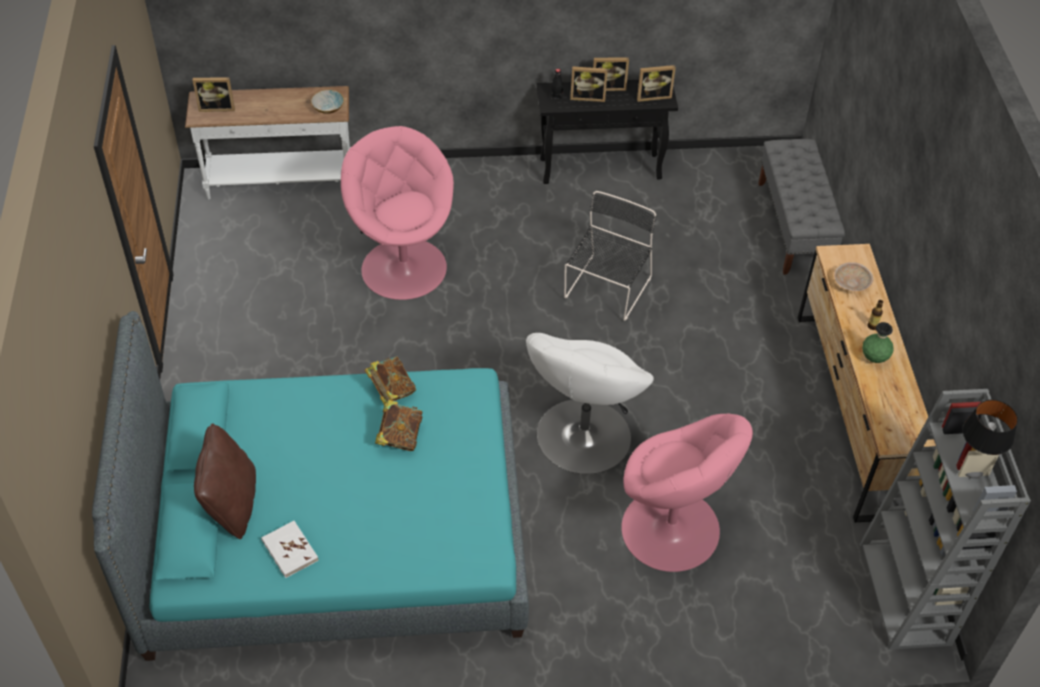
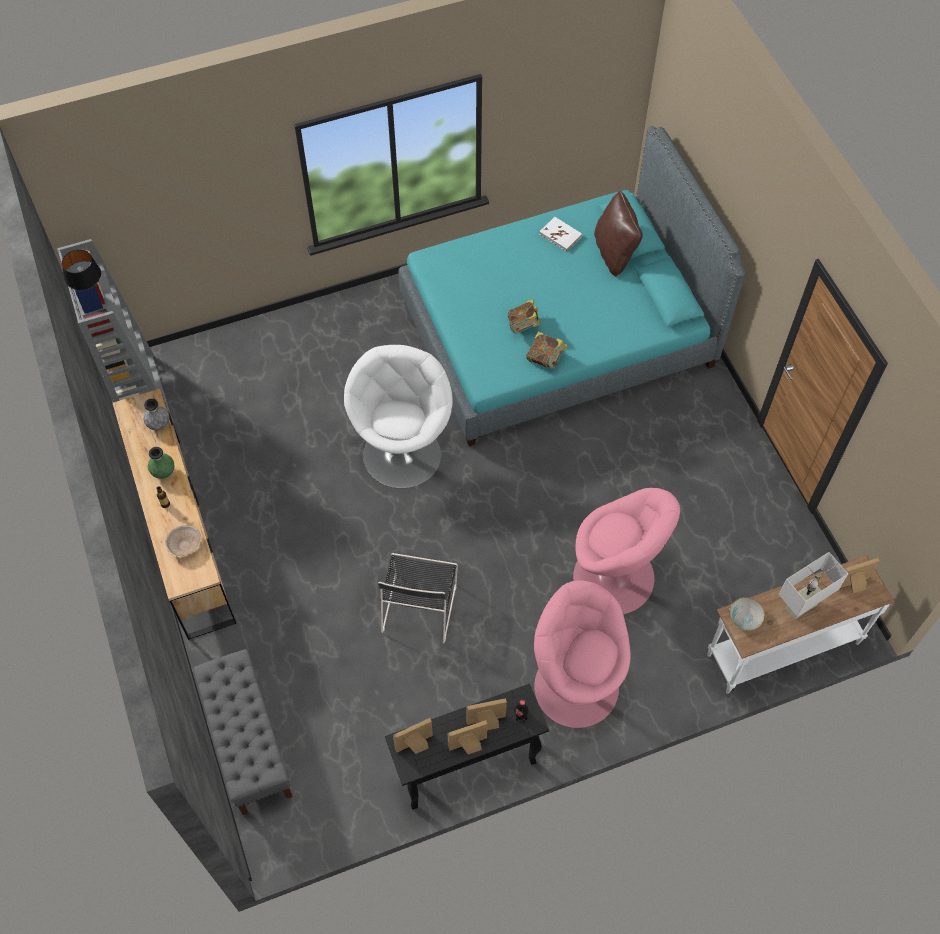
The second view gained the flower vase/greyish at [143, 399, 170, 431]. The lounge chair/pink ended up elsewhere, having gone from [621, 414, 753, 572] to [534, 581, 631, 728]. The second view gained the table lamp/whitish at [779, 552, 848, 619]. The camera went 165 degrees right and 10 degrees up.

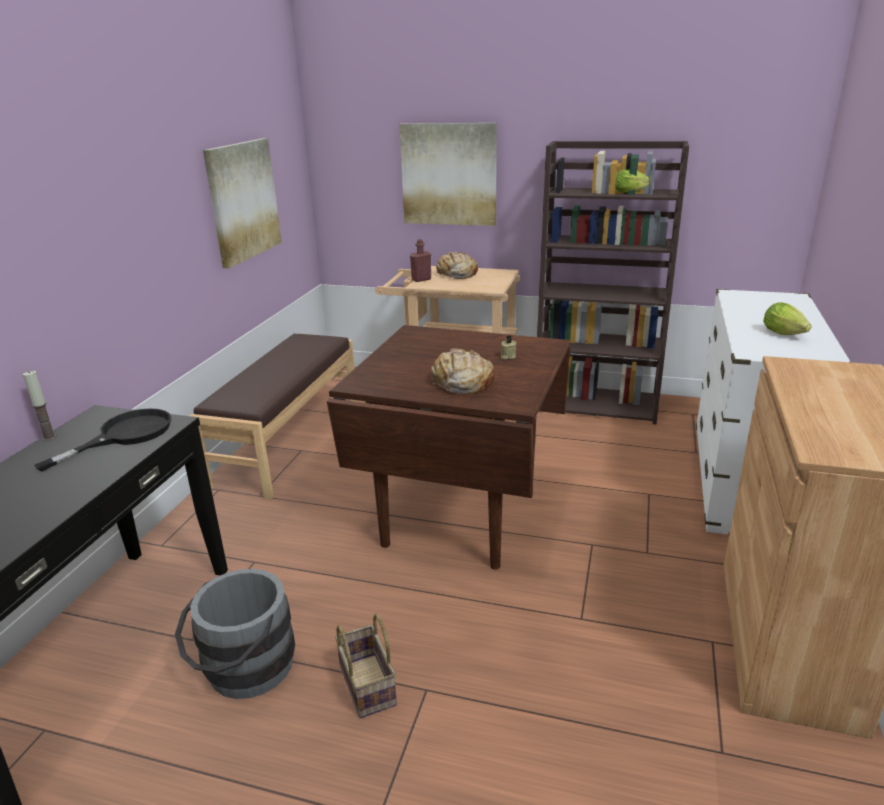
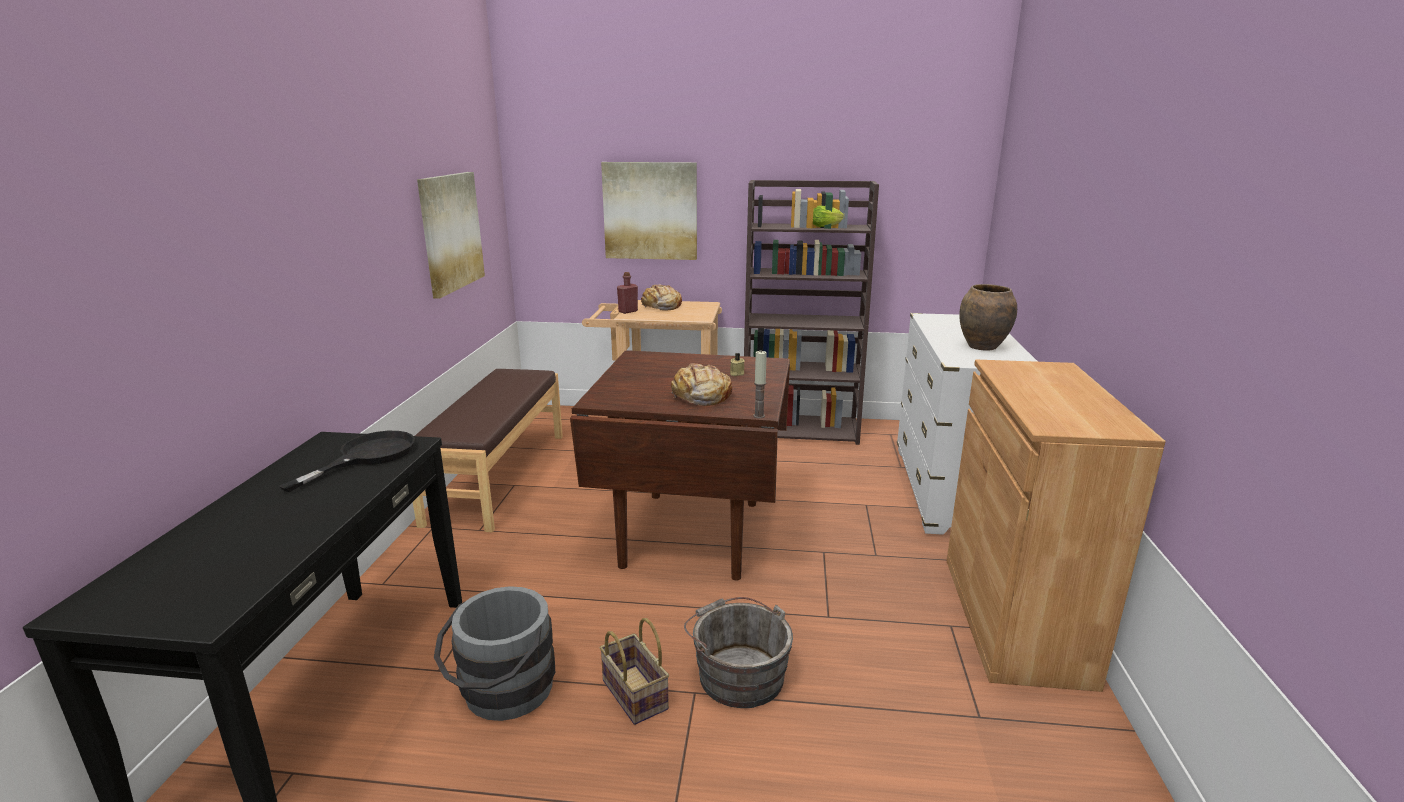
The second view gained the pail/greyish at [684, 597, 793, 708]. The wax light ended up elsewhere, having gone from [23, 371, 57, 441] to [753, 351, 767, 418]. Where the lettuce head stood at [763, 302, 811, 335], the flower vase/brown-coloured came to stand at [959, 284, 1017, 351]. The camera went 10 degrees left and 5 degrees down.

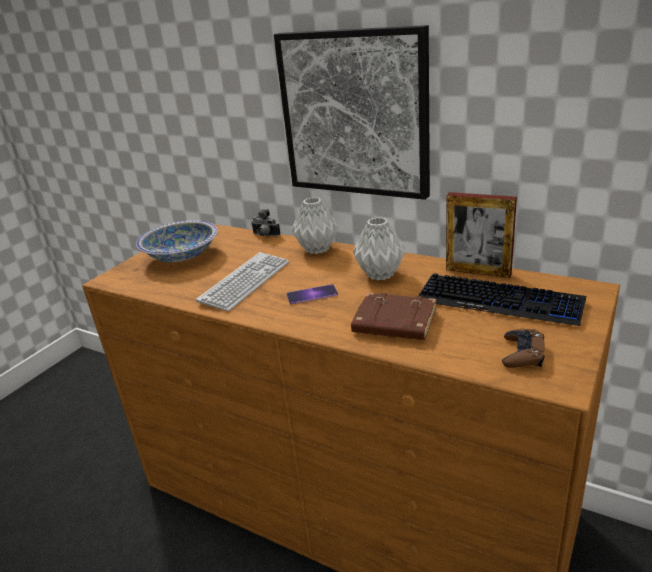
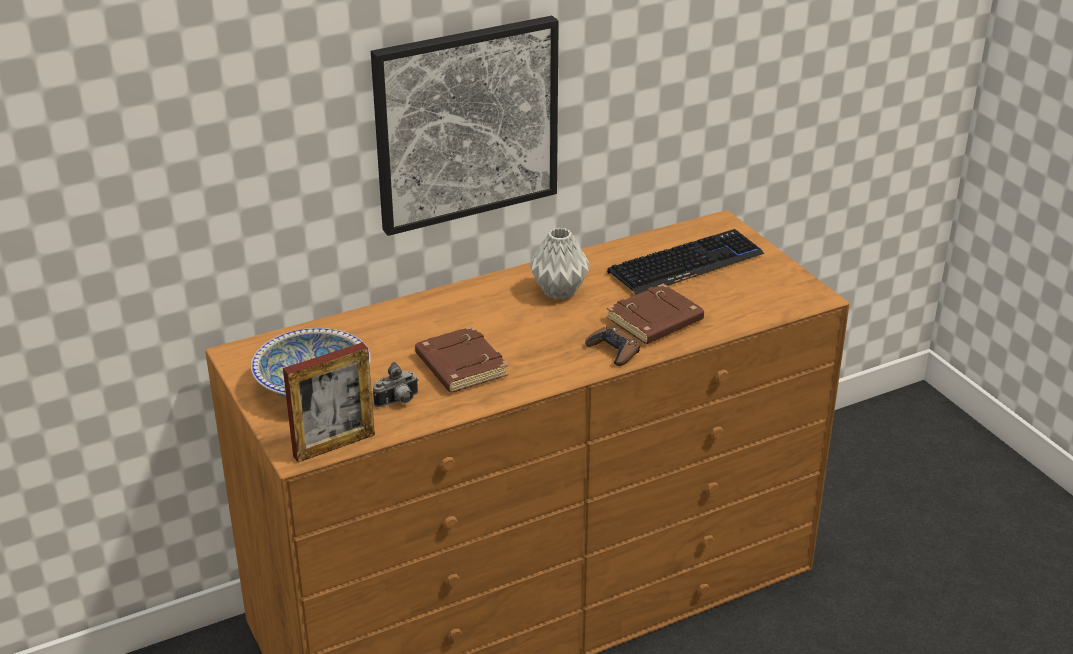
The picture frame ended up elsewhere, having gone from [446, 192, 517, 278] to [283, 342, 375, 463]. The still camera ended up elsewhere, having gone from [251, 209, 280, 237] to [373, 362, 418, 407]. Where the PC keyboard stood at [196, 252, 289, 311], the book/brown-coloured came to stand at [415, 326, 508, 392]. The game controller/brown-coloured ended up elsewhere, having gone from [502, 329, 545, 368] to [585, 326, 640, 366]. The second view lost the telephone at [286, 284, 338, 304]. The second view lost the flower vase/greyish at [292, 197, 338, 254]. The camera went 60 degrees left and 5 degrees up.

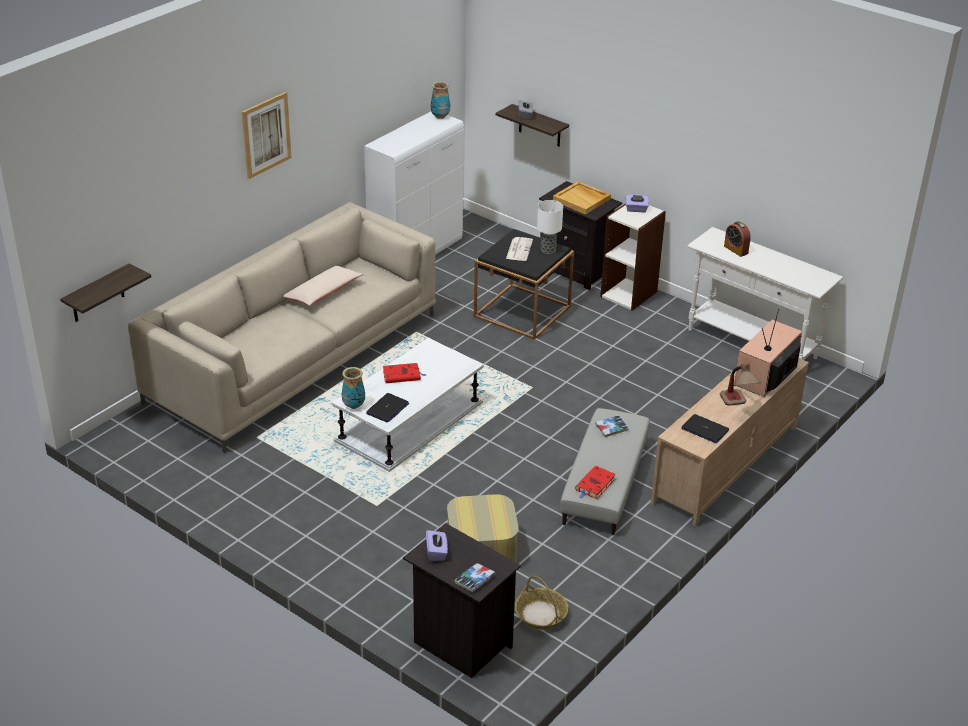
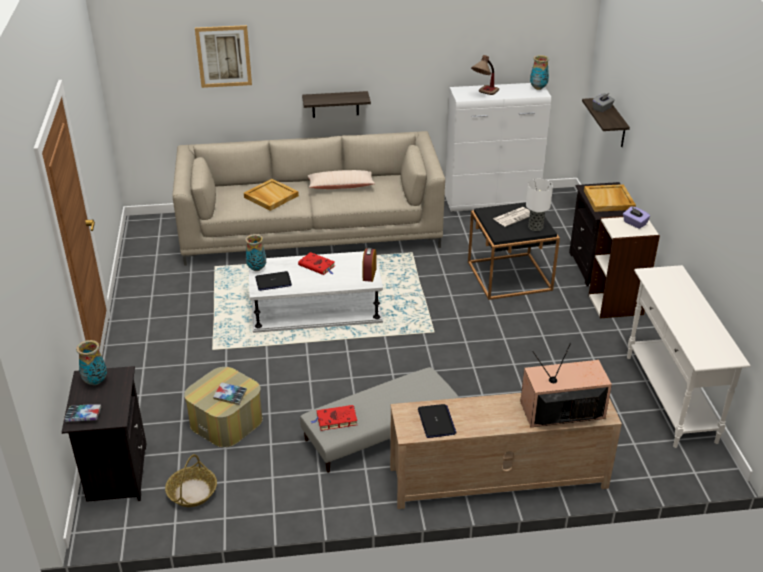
Where the tissue holder/purplish stood at [426, 530, 448, 561], the flower vase came to stand at [76, 340, 107, 385]. The picture ended up elsewhere, having gone from [242, 92, 291, 179] to [195, 25, 252, 88]. The book ended up elsewhere, having gone from [595, 415, 629, 437] to [213, 382, 247, 405]. The second view gained the carrying tray/sand-coloured at [244, 179, 299, 211]. The wall shelf ended up elsewhere, having gone from [60, 263, 151, 322] to [302, 91, 371, 118]. The alarm clock ended up elsewhere, having gone from [724, 221, 751, 257] to [362, 248, 376, 282]. The table lamp ended up elsewhere, having gone from [720, 363, 761, 406] to [471, 55, 499, 95]. The camera went 45 degrees right and 0 degrees up.

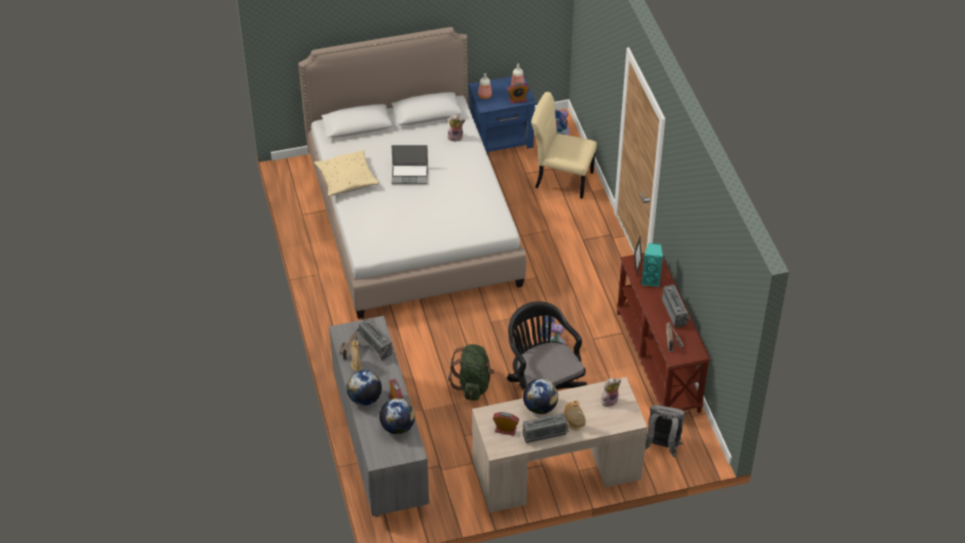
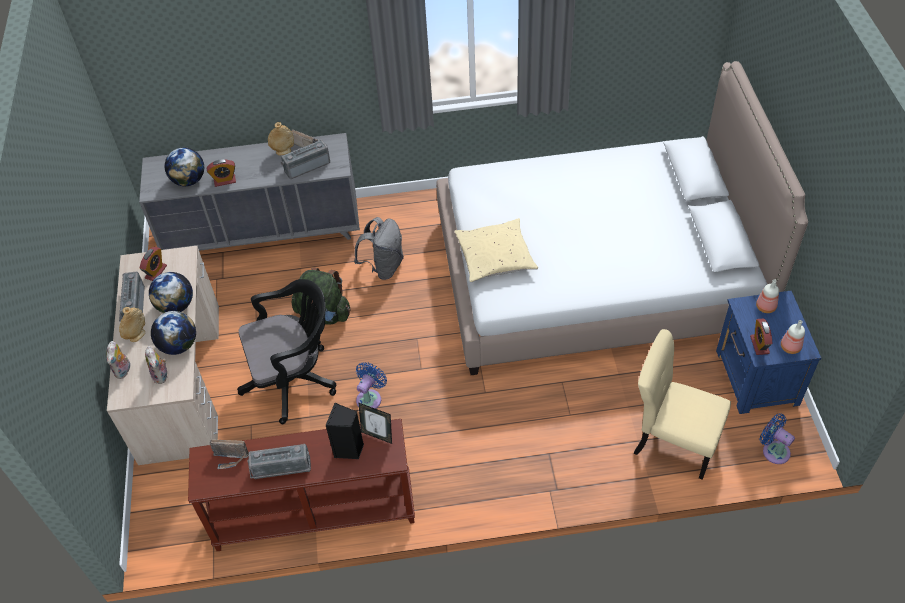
The plush toy ended up elsewhere, having gone from [448, 115, 465, 142] to [106, 341, 130, 379]. The desk globe ended up elsewhere, having gone from [346, 370, 382, 406] to [151, 311, 196, 355]. What was the loudspeaker/blue-green at [641, 243, 663, 287] turned into the loudspeaker/blackish at [325, 403, 364, 459]. The backpack/greyish ended up elsewhere, having gone from [645, 405, 685, 457] to [354, 217, 404, 280]. The throw pillow/sand-coloured ended up elsewhere, having gone from [314, 150, 379, 197] to [454, 218, 538, 282]. The chair/sand-coloured at [531, 92, 597, 199] ended up facing another way, 90 degrees counterclockwise from before. The second view lost the portable computer at [391, 145, 428, 184]. The camera went 100 degrees right and 5 degrees up.

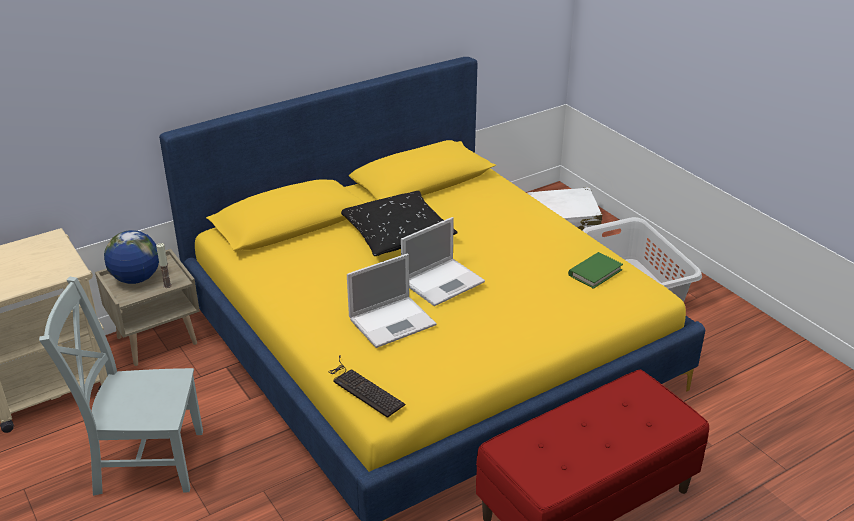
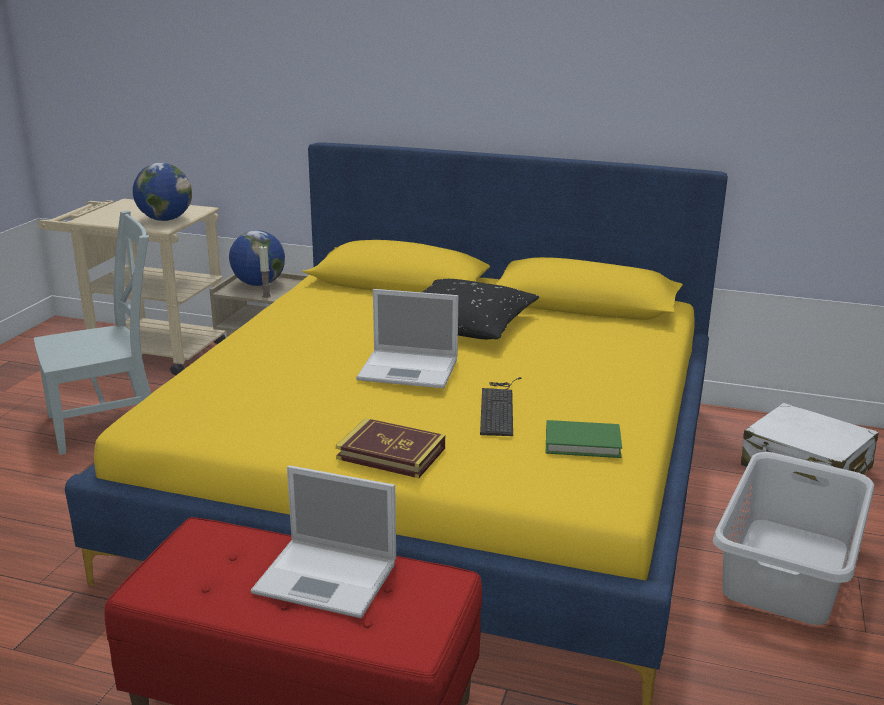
The chair/greyish at [39, 277, 203, 496] ended up facing another way, 105 degrees clockwise from before. The second view gained the desk globe at [133, 163, 192, 221]. The portable computer ended up elsewhere, having gone from [347, 254, 437, 348] to [251, 465, 396, 618]. The second view gained the book at [336, 418, 445, 478]. The PC keyboard ended up elsewhere, having gone from [328, 355, 405, 418] to [480, 377, 521, 436]. The camera went 50 degrees right and 10 degrees down.

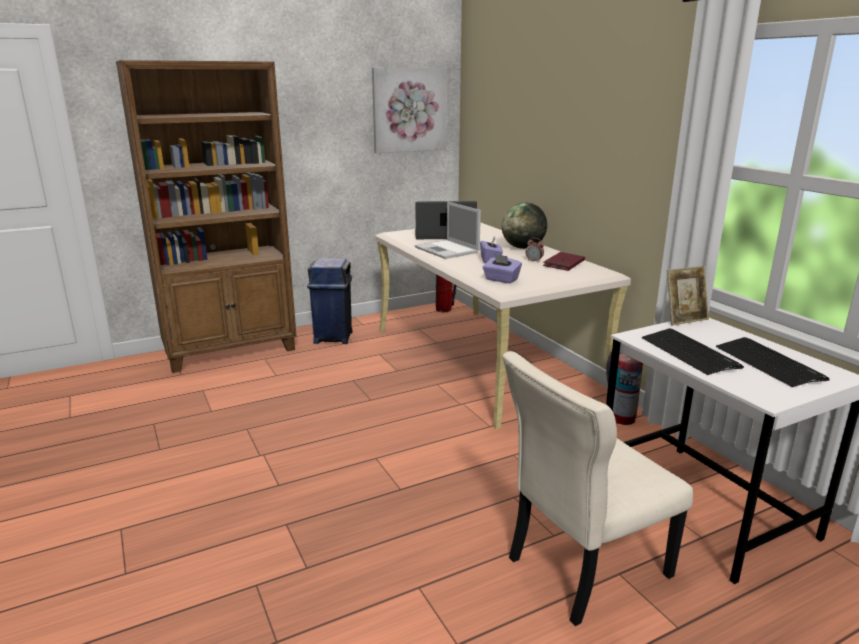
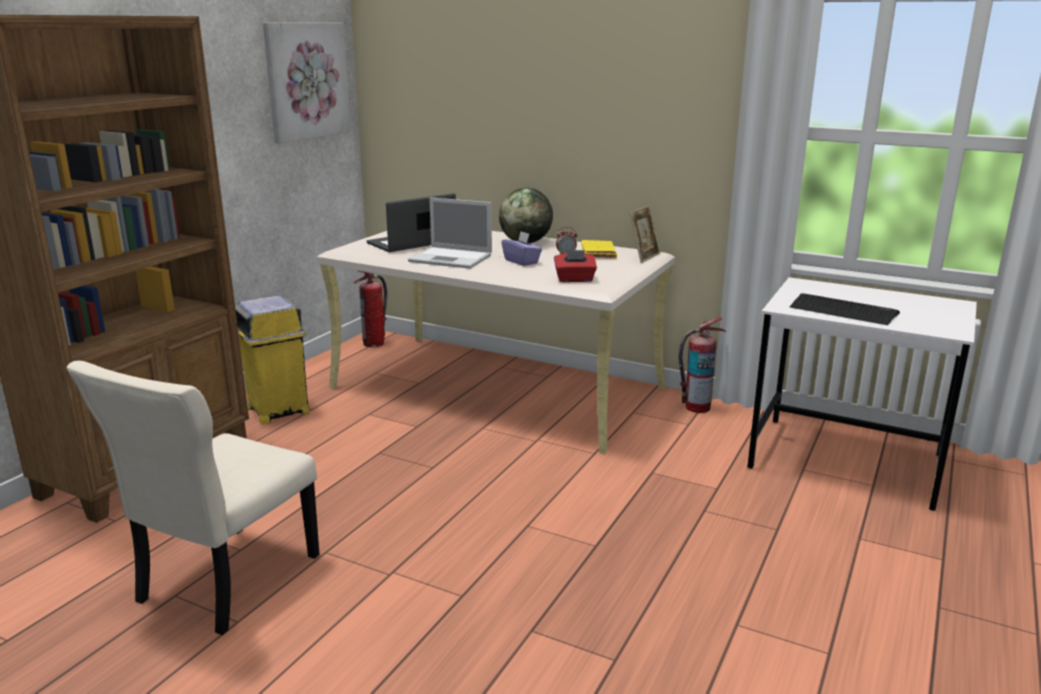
The chair/sand-coloured ended up elsewhere, having gone from [503, 351, 693, 626] to [67, 361, 319, 635]. What was the trash can/bluish at [307, 258, 353, 344] turned into the trash can/yellowish at [235, 295, 310, 425]. What was the tissue holder/purplish at [483, 254, 522, 283] turned into the tissue holder/red at [554, 250, 597, 282]. What was the book/red at [543, 252, 585, 271] turned into the book/yellowish at [581, 240, 617, 259]. The picture frame ended up elsewhere, having gone from [667, 266, 709, 326] to [629, 206, 660, 263]. The second view lost the PC keyboard at [716, 337, 830, 387]. The camera went 35 degrees left and 0 degrees up.

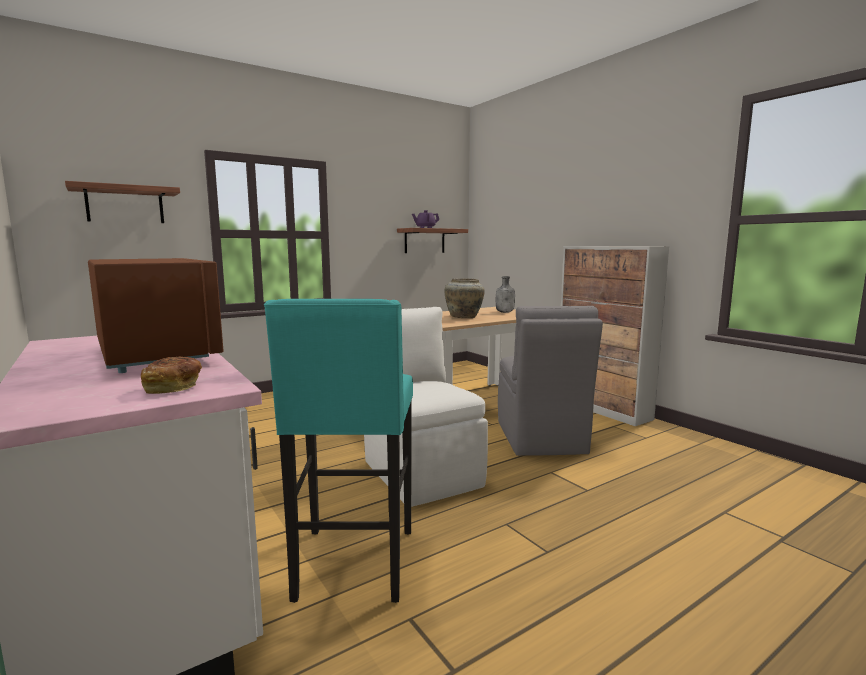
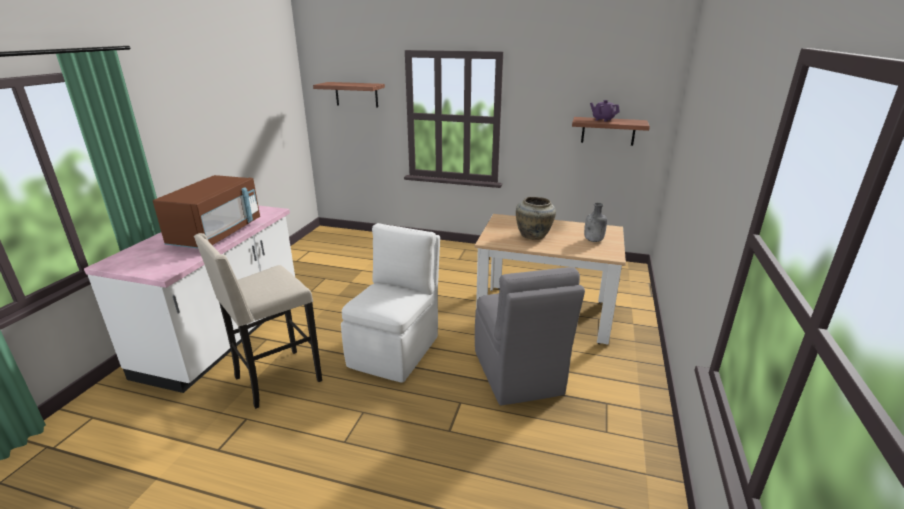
What was the stool/blue-green at [264, 299, 413, 603] turned into the stool/sand-coloured at [194, 233, 322, 409]. The chair/greyish at [498, 306, 603, 456] ended up facing another way, 60 degrees counterclockwise from before. The second view lost the bakery bread at [141, 357, 202, 394]. The second view lost the cabinet at [561, 246, 669, 426]. The camera went 50 degrees right and 15 degrees up.

